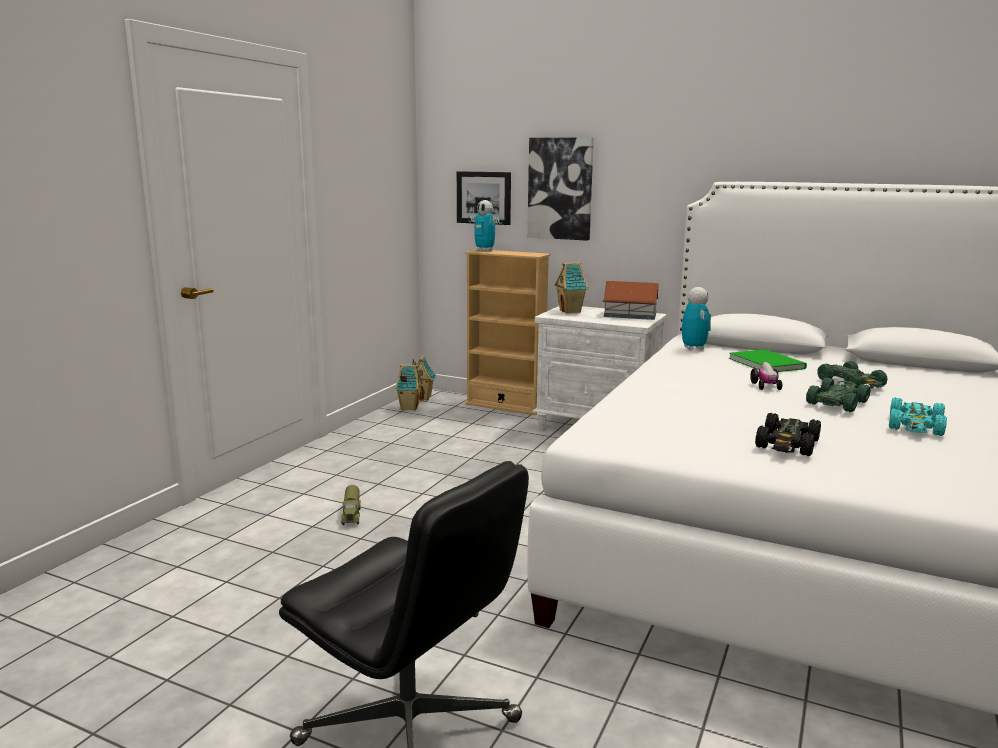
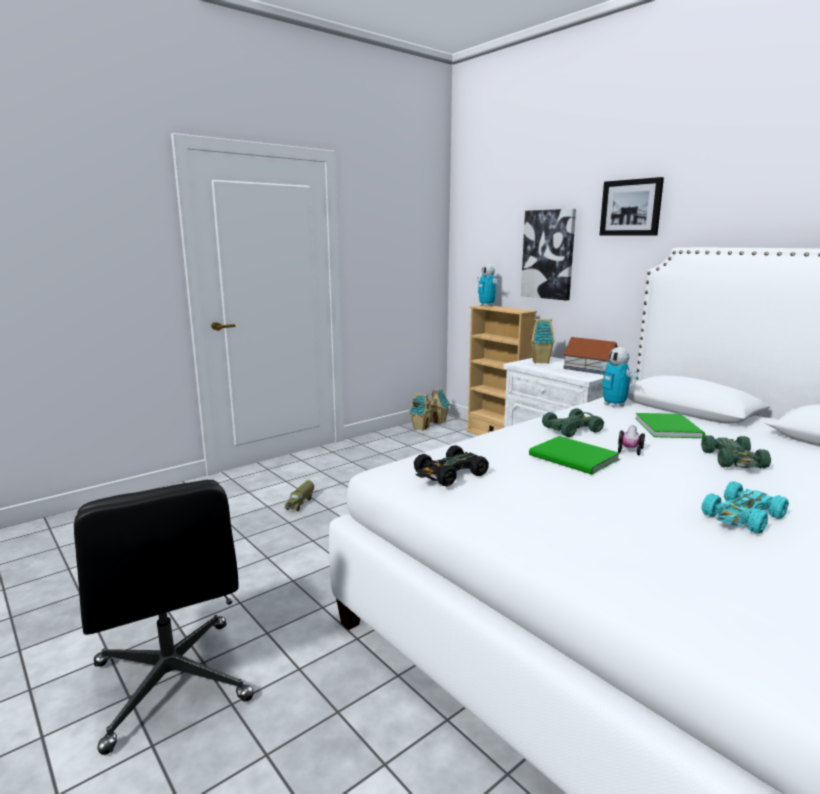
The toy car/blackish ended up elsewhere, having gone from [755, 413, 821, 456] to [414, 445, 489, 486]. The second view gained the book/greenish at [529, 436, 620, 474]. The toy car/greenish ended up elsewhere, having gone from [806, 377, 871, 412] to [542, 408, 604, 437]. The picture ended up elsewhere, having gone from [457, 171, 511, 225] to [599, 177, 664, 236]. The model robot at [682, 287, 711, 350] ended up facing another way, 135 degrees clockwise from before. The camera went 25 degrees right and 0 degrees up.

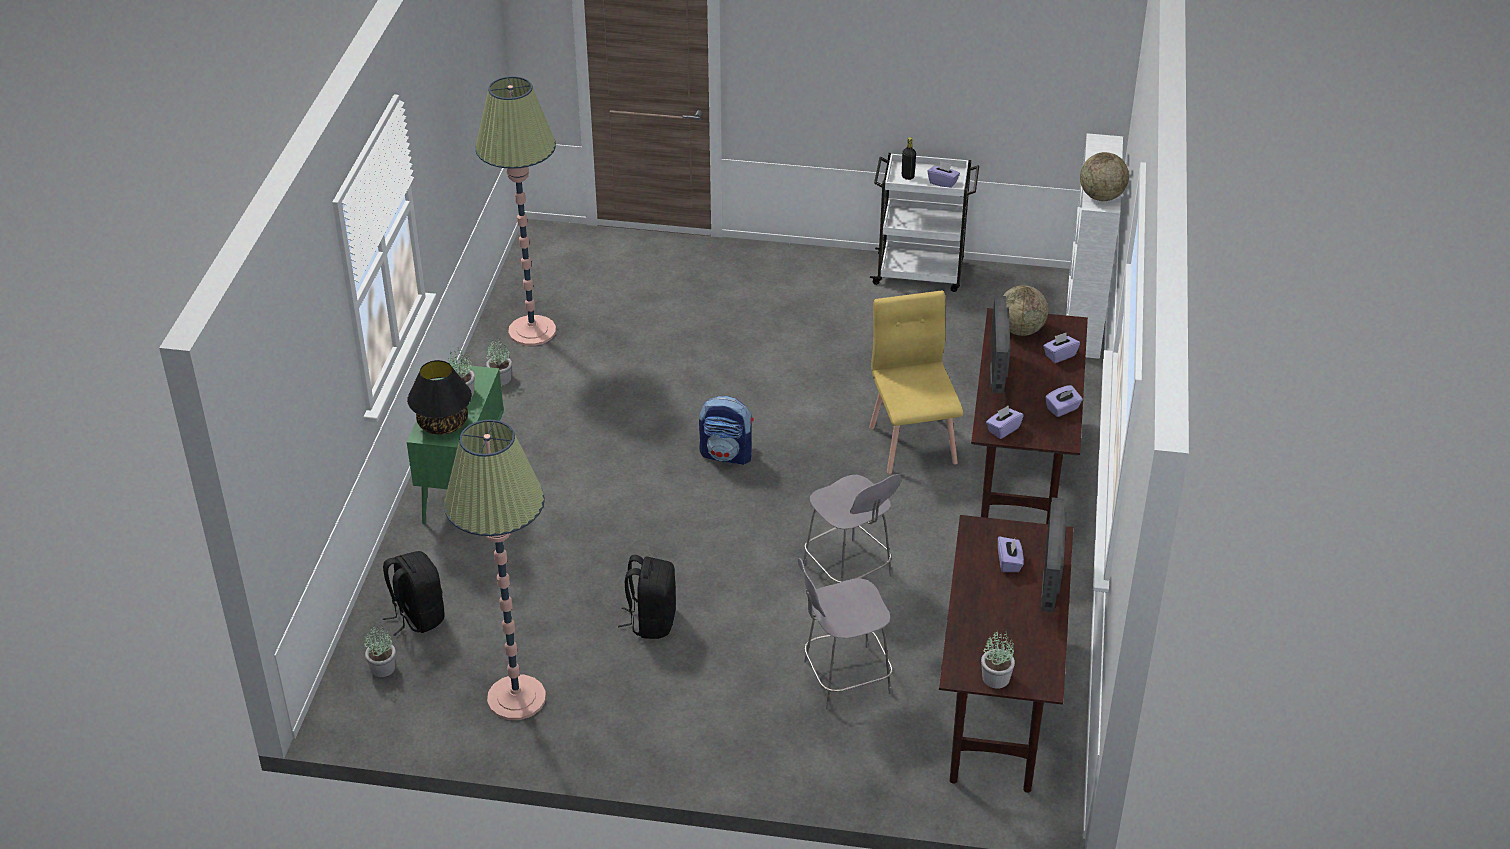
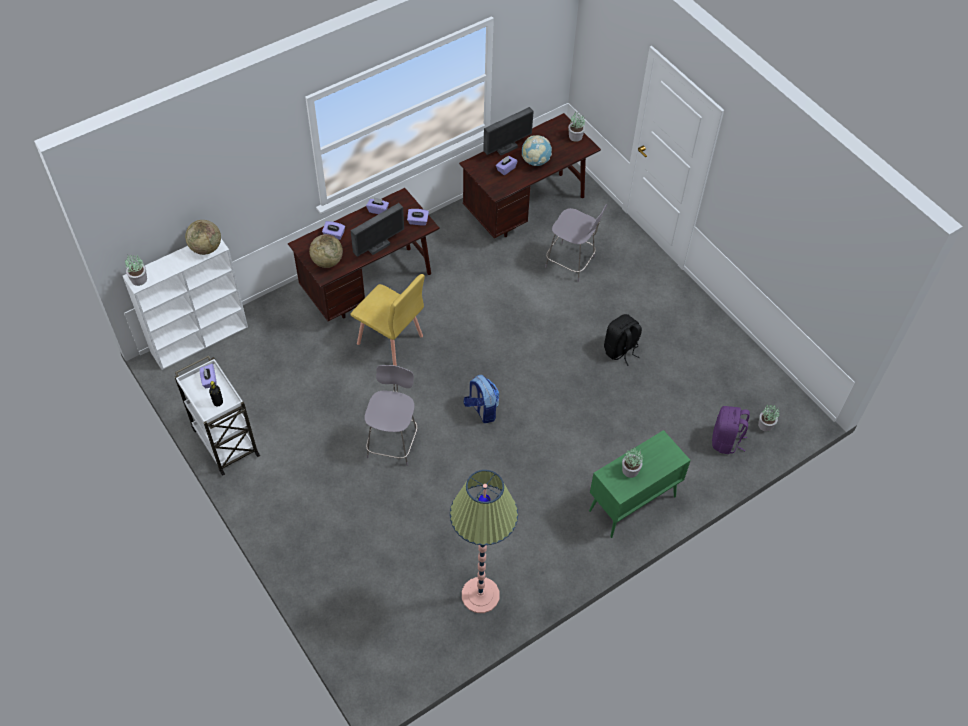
The plant in a pot ended up elsewhere, having gone from [486, 339, 512, 385] to [125, 254, 147, 286]. The chair/yellowish at [869, 291, 963, 474] ended up facing another way, 90 degrees counterclockwise from before. The chair/greyish ended up elsewhere, having gone from [803, 474, 901, 583] to [365, 365, 418, 466]. The second view gained the desk globe at [522, 135, 552, 166]. What was the backpack/blackish at [383, 551, 445, 636] turned into the backpack/purplish at [712, 406, 750, 454]. The second view lost the table lamp/blackish at [407, 360, 472, 435]. The second view lost the standing lamp at [444, 420, 546, 720]. The camera went 135 degrees left and 15 degrees up.

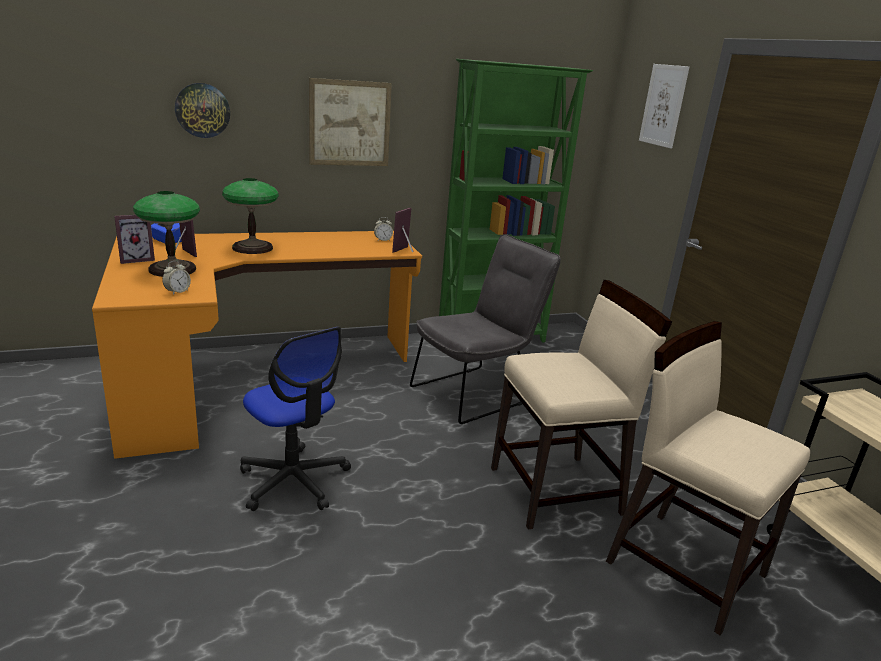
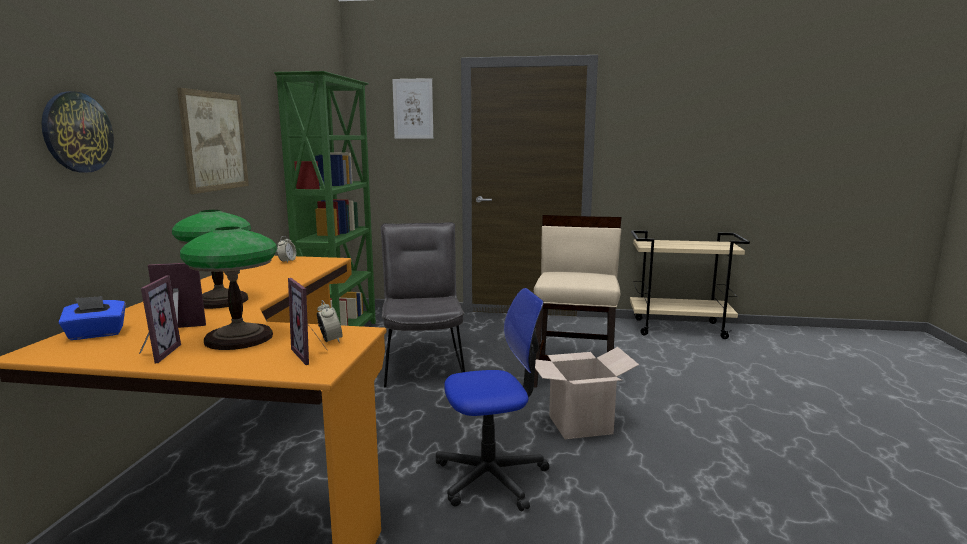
The picture frame ended up elsewhere, having gone from [392, 208, 413, 253] to [288, 278, 328, 365]. The second view gained the cardboard box at [535, 347, 639, 439]. The second view lost the chair/sand-coloured at [606, 321, 810, 635]. The camera went 60 degrees left and 10 degrees down.

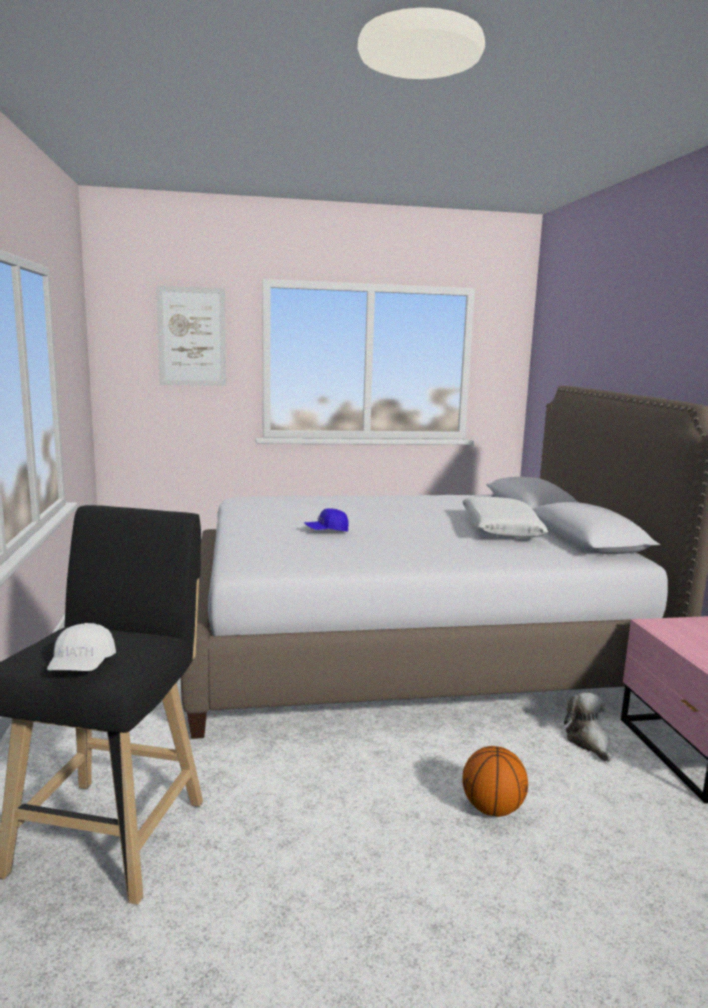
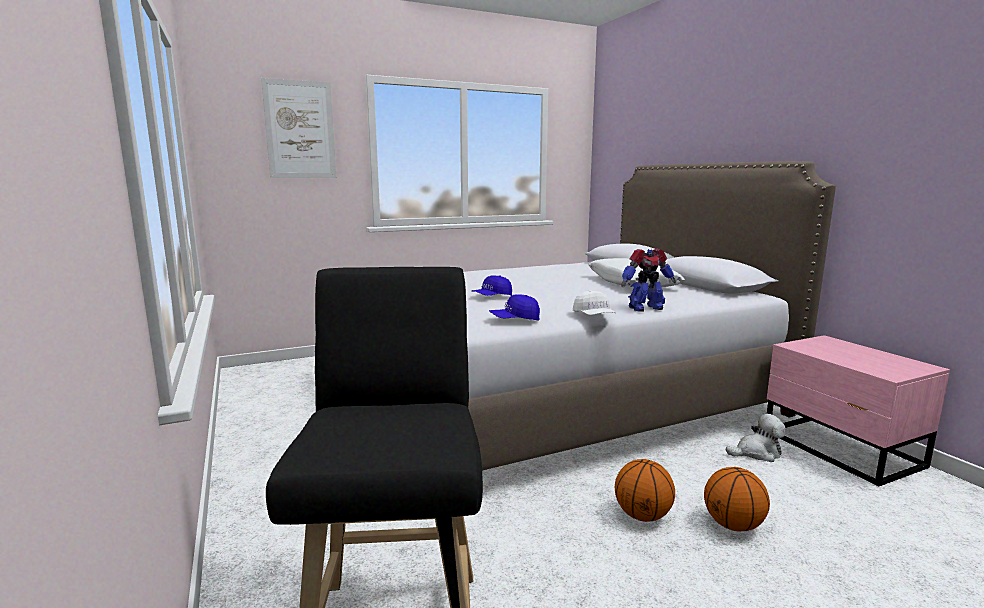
The second view gained the peaked cap/bluish at [489, 294, 540, 320]. The peaked cap/whitish ended up elsewhere, having gone from [47, 623, 116, 671] to [573, 290, 616, 315]. The second view gained the ball for basketball at [615, 459, 675, 522]. The second view gained the model robot at [621, 249, 676, 312]. The plush toy at [564, 692, 612, 762] ended up facing another way, 105 degrees clockwise from before. The camera went 15 degrees left and 0 degrees up.

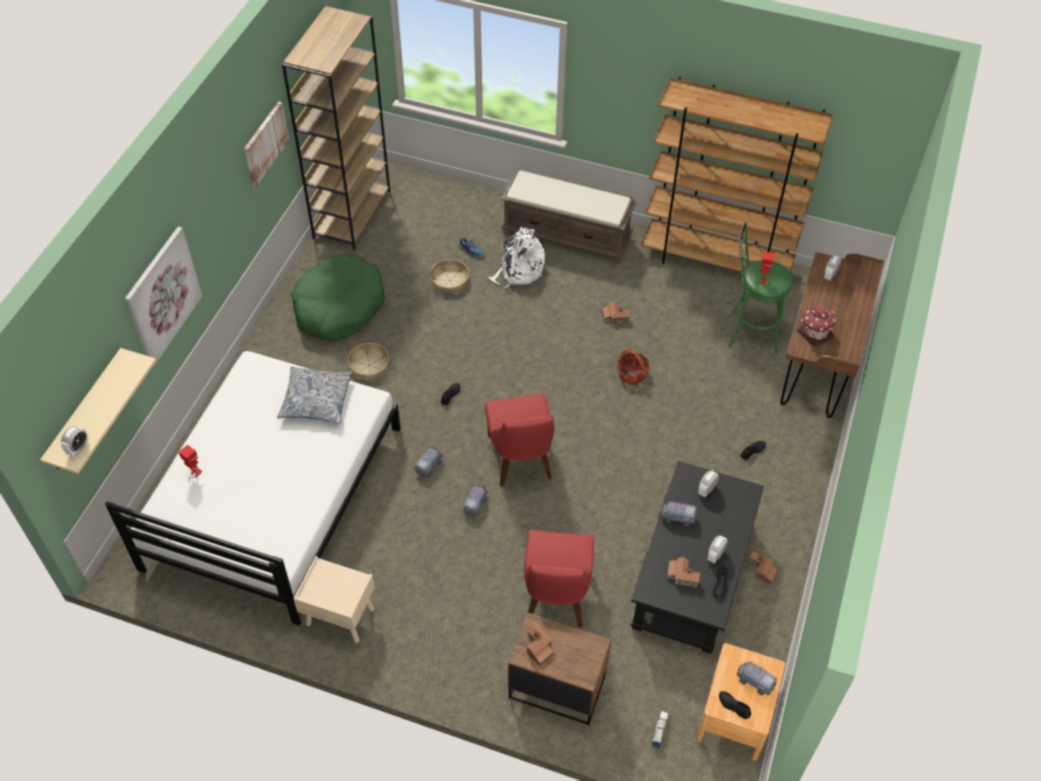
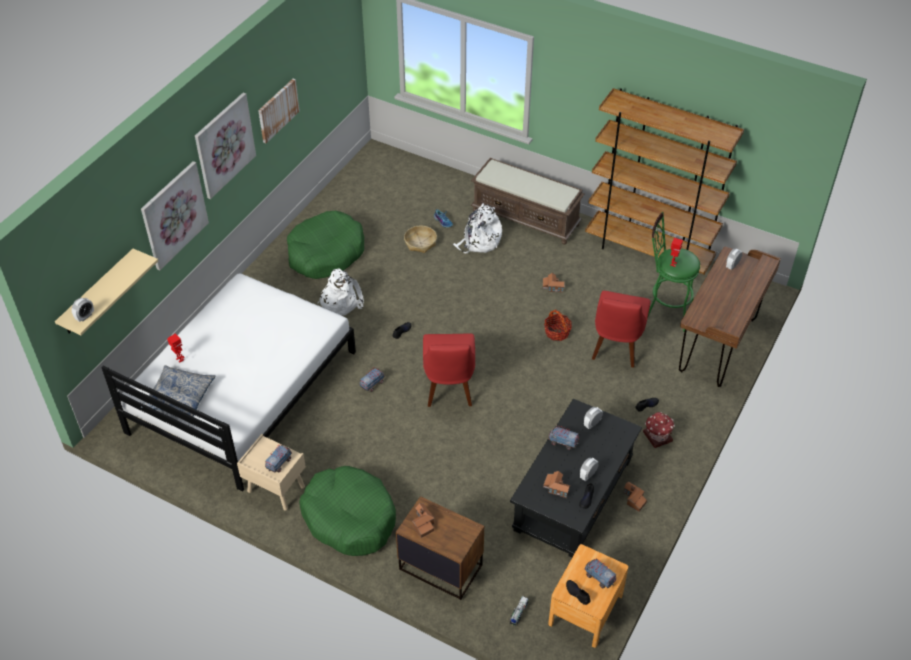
The throw pillow ended up elsewhere, having gone from [277, 366, 353, 424] to [141, 365, 215, 417]. The second view gained the picture at [195, 93, 256, 199]. The model truck ended up elsewhere, having gone from [463, 485, 487, 516] to [265, 445, 292, 473]. The second view gained the dog cushion/greenish at [299, 466, 396, 556]. Where the basket stood at [347, 343, 389, 380], the backpack/whitish came to stand at [318, 268, 364, 315]. The chair/red ended up elsewhere, having gone from [524, 530, 594, 627] to [592, 291, 650, 368]. The model house ended up elsewhere, having gone from [797, 304, 837, 347] to [643, 412, 675, 448]. The second view lost the shelving unit/brown-coloured at [282, 6, 390, 250]. The camera went 10 degrees right and 5 degrees down.

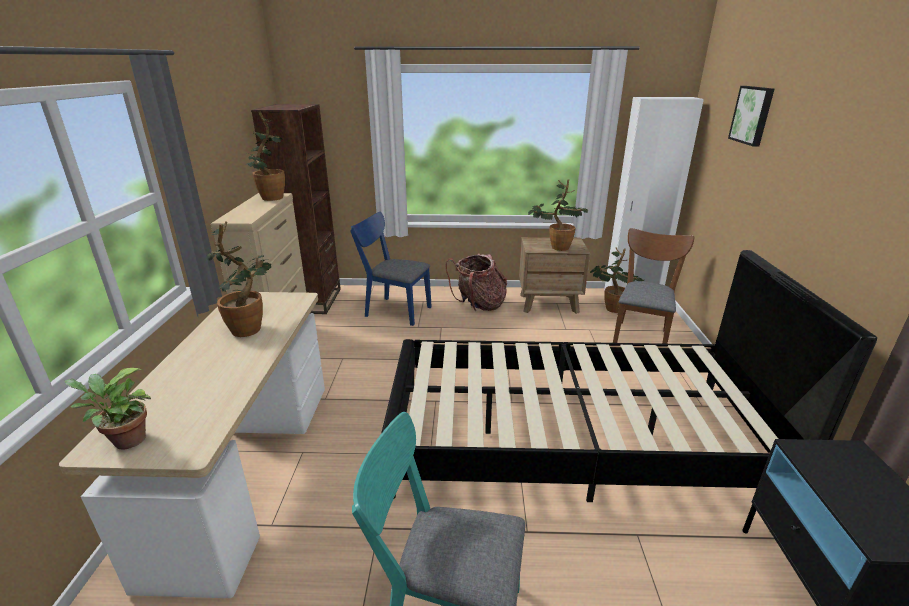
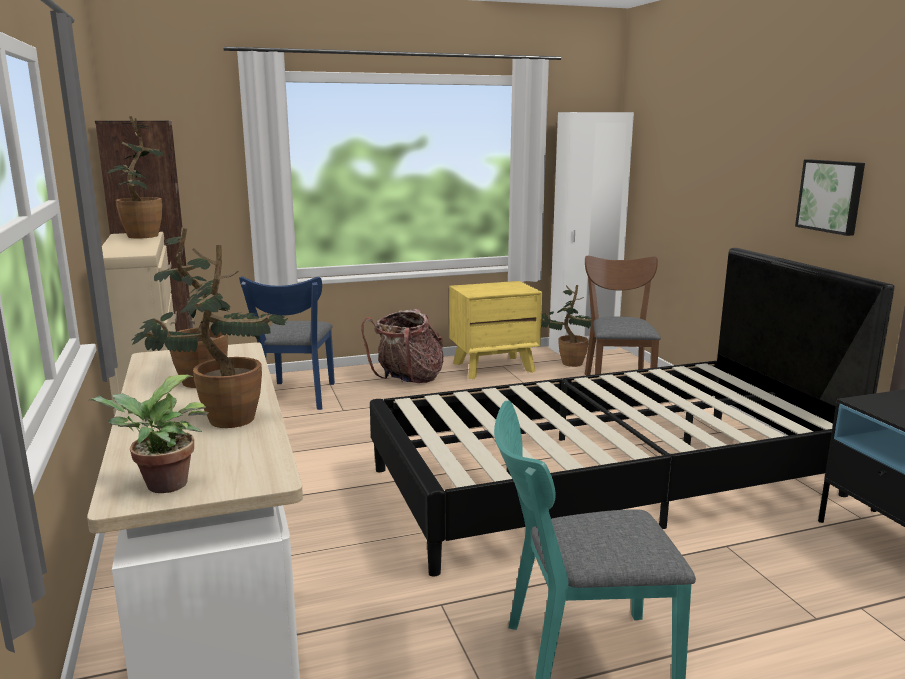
The plant in a pot ended up elsewhere, having gone from [528, 179, 588, 251] to [131, 245, 288, 428]. The chair/bluish at [350, 212, 432, 326] ended up facing another way, 90 degrees counterclockwise from before. What was the night table/brown-coloured at [519, 237, 590, 314] turned into the night table/yellowish at [449, 281, 542, 379]. The picture ended up elsewhere, having gone from [728, 86, 774, 146] to [795, 159, 865, 236]. The camera went 20 degrees left and 10 degrees down.

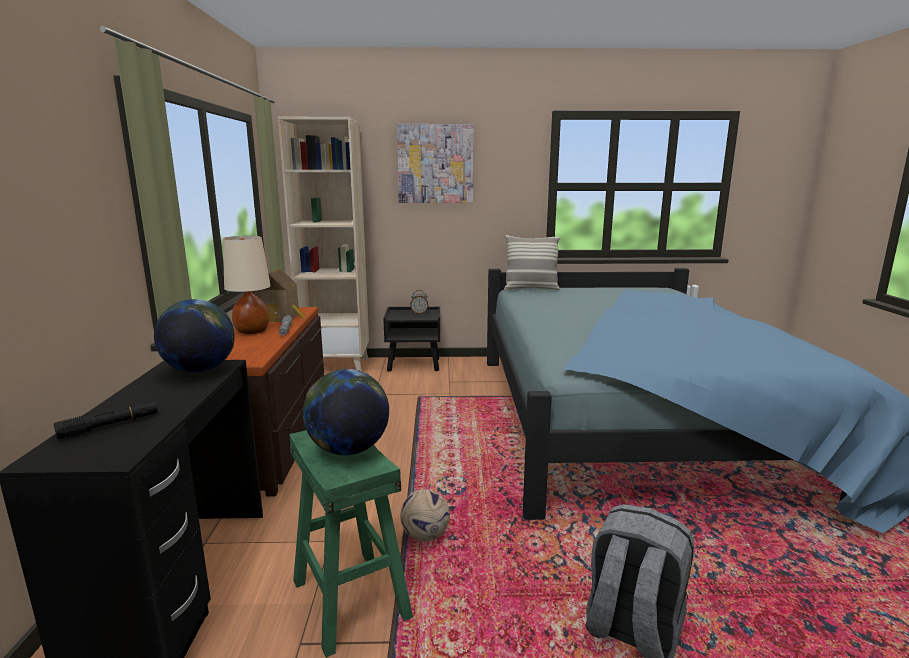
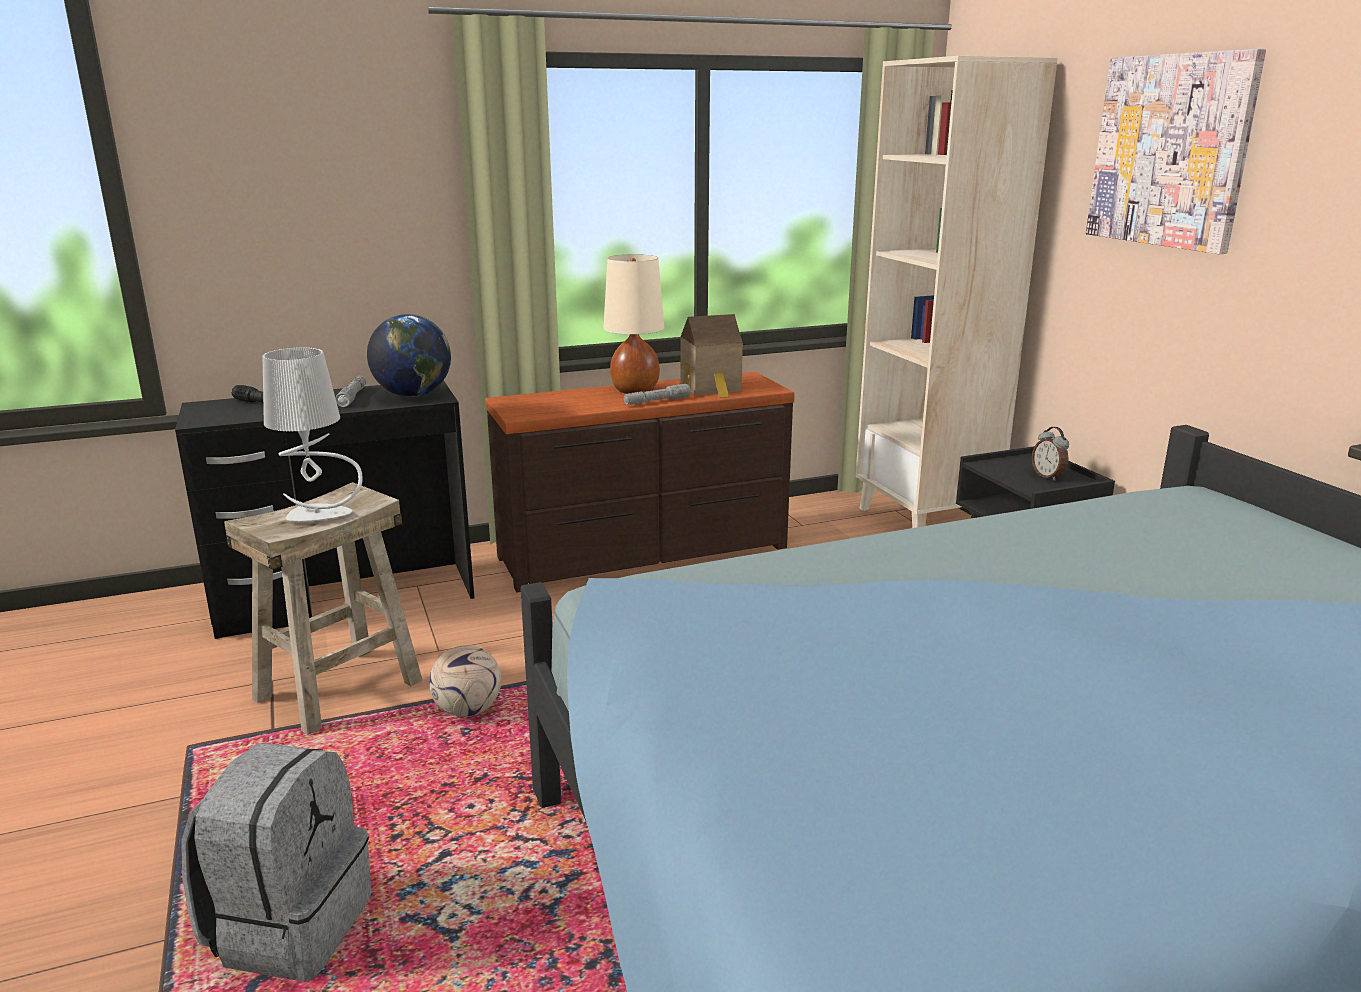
What was the stool/greenish at [290, 430, 413, 658] turned into the stool/sand-coloured at [224, 482, 423, 735]. Where the desk globe stood at [303, 369, 389, 455], the table lamp/greyish came to stand at [263, 347, 363, 522]. The second view gained the flashlight/greyish at [336, 376, 366, 407]. The second view lost the throw pillow at [504, 235, 560, 290]. The camera went 70 degrees right and 5 degrees up.

